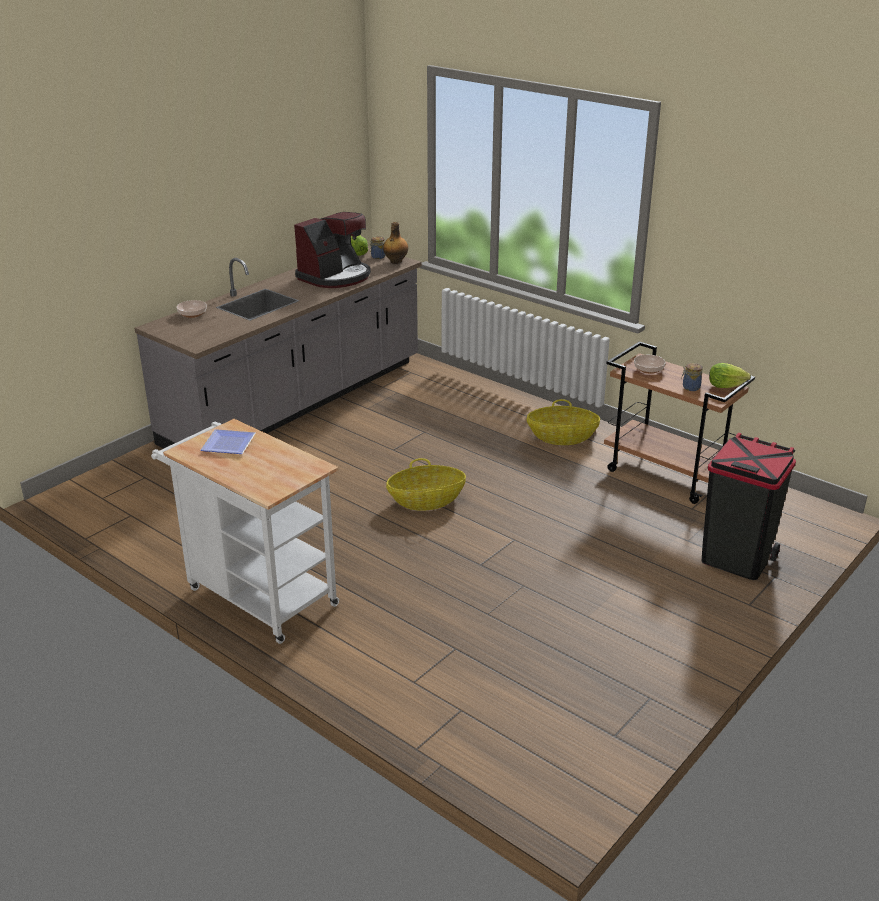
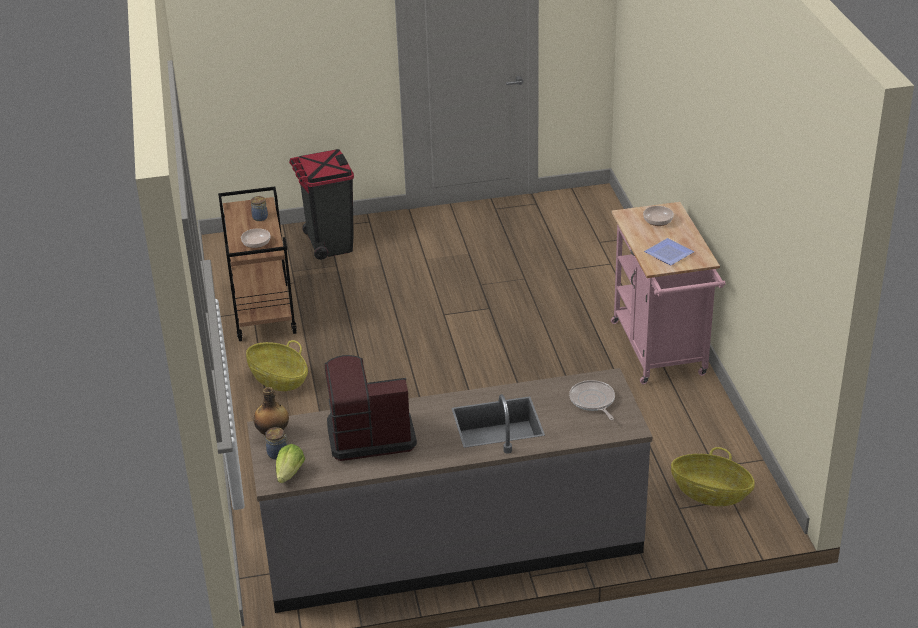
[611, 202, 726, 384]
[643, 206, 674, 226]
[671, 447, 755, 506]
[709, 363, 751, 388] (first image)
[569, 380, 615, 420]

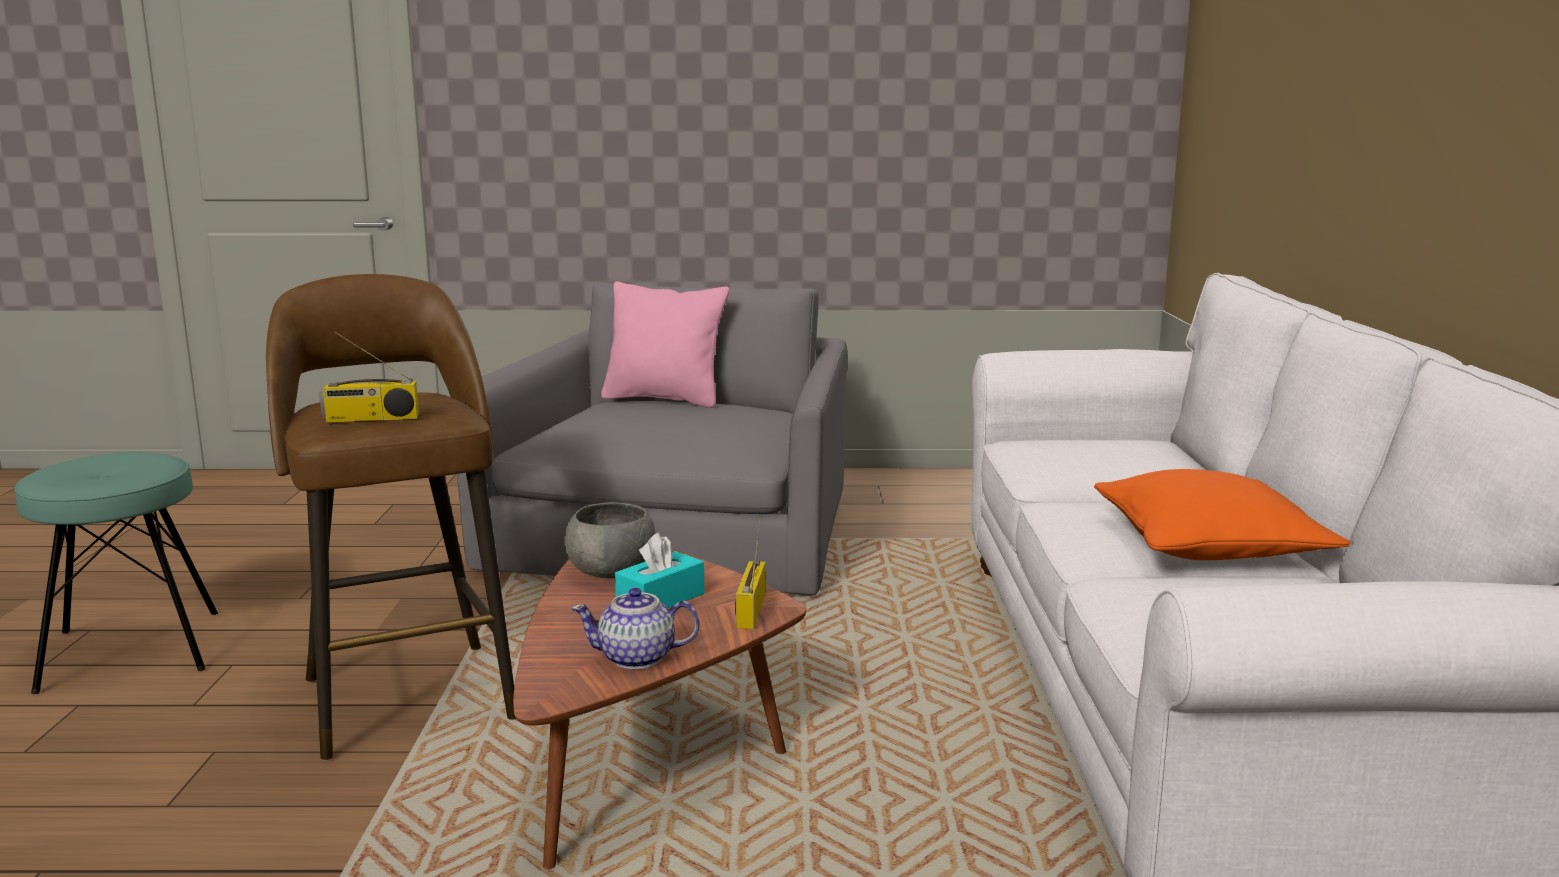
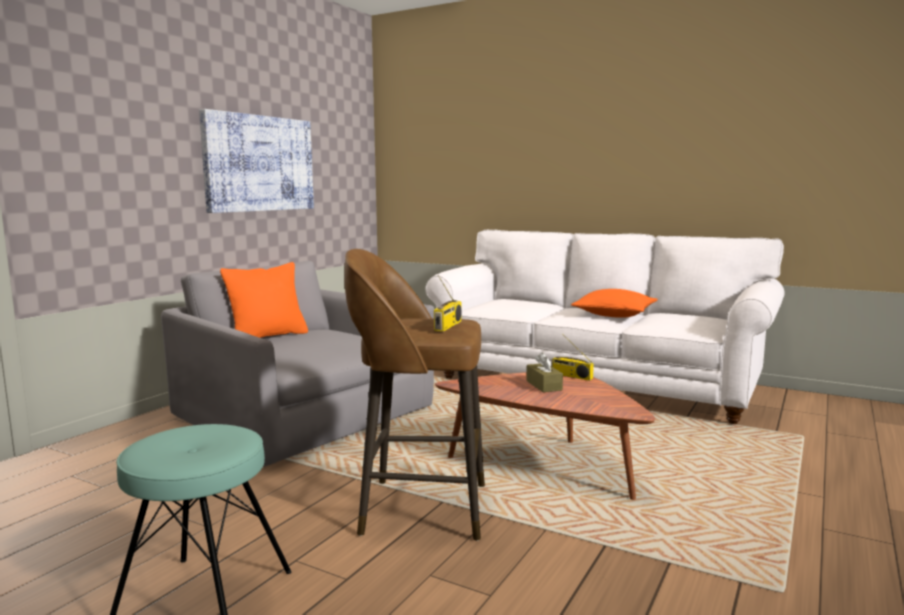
[564, 502, 656, 579] (first image)
[571, 588, 700, 669] (first image)
[220, 262, 308, 338]
[526, 352, 563, 392]
[199, 109, 314, 213]

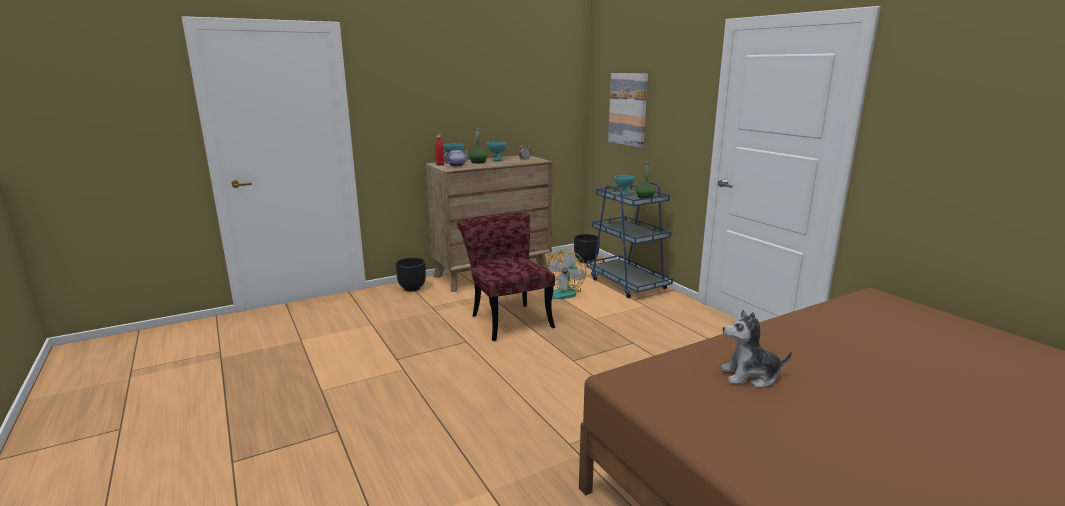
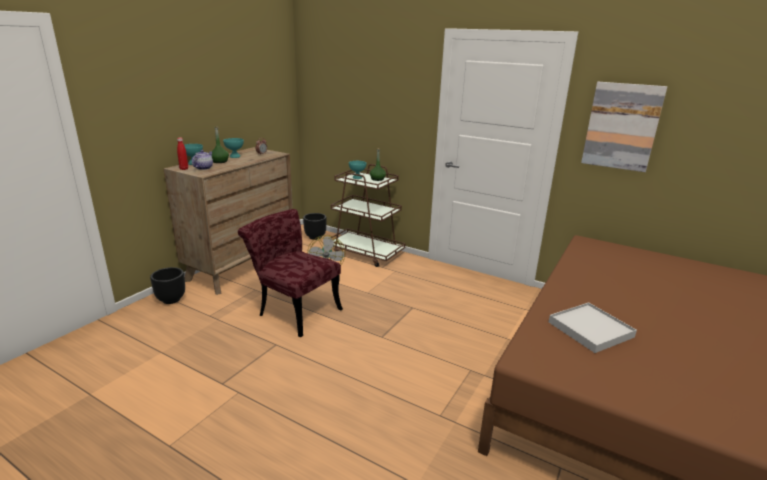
[330, 164, 405, 267]
[581, 82, 667, 172]
[549, 302, 637, 353]

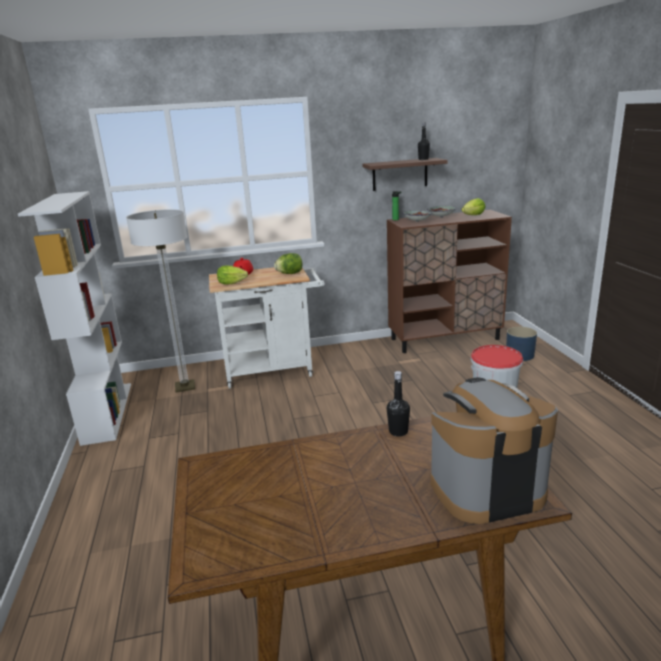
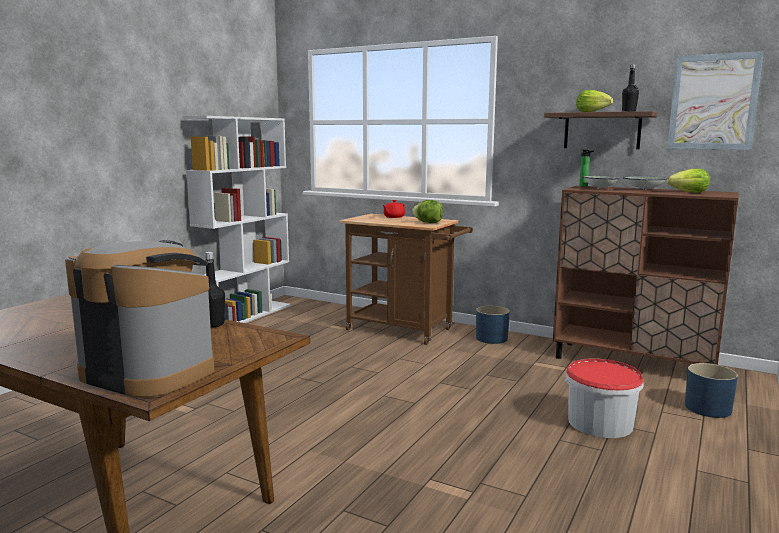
[126, 209, 195, 393] (first image)
[339, 214, 473, 345]
[576, 90, 613, 112]
[476, 306, 510, 344]
[667, 51, 764, 150]

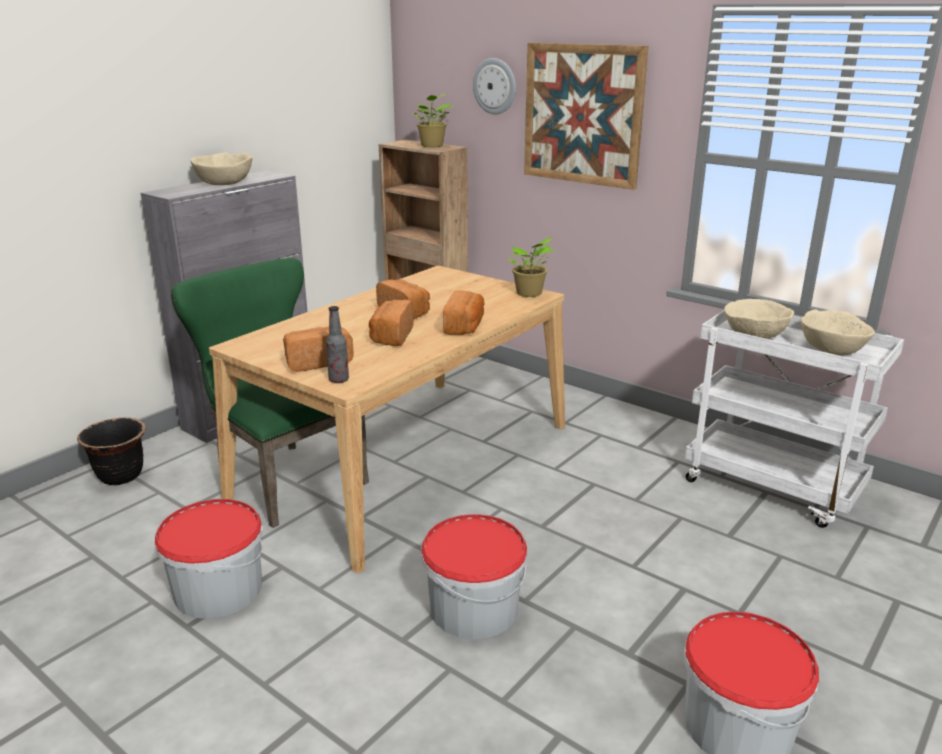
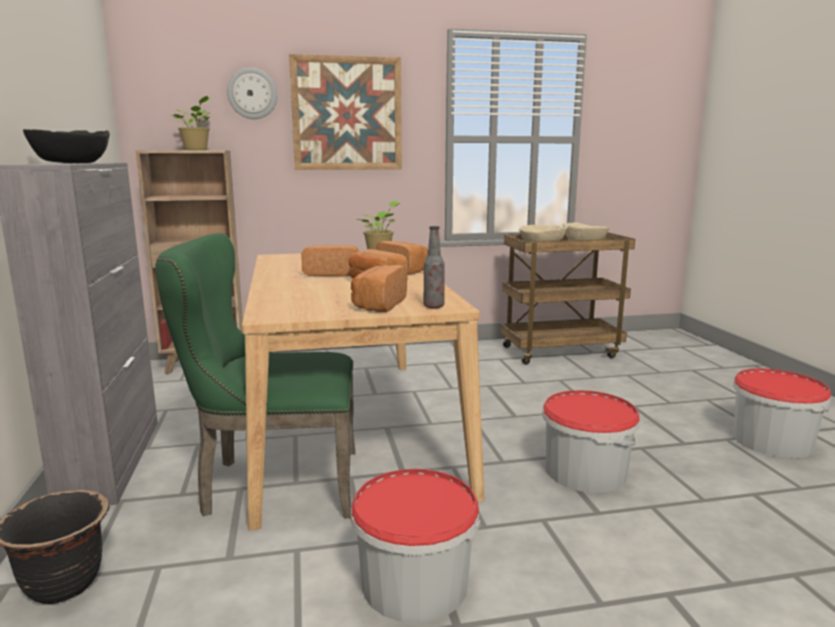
[23, 129, 110, 163]
[501, 232, 635, 365]

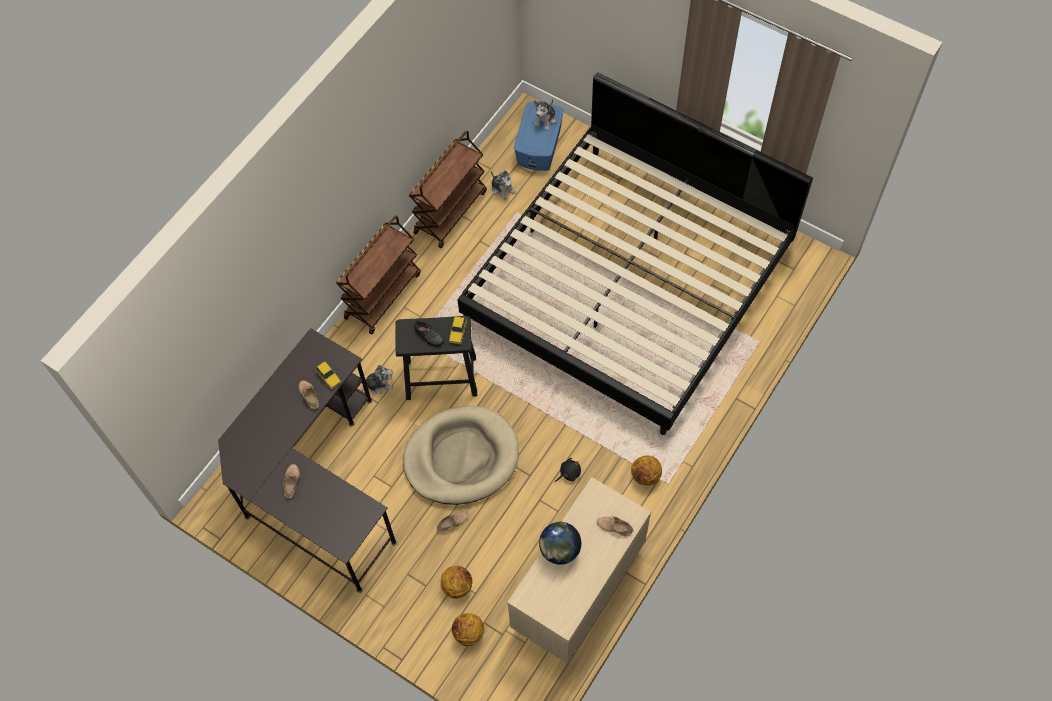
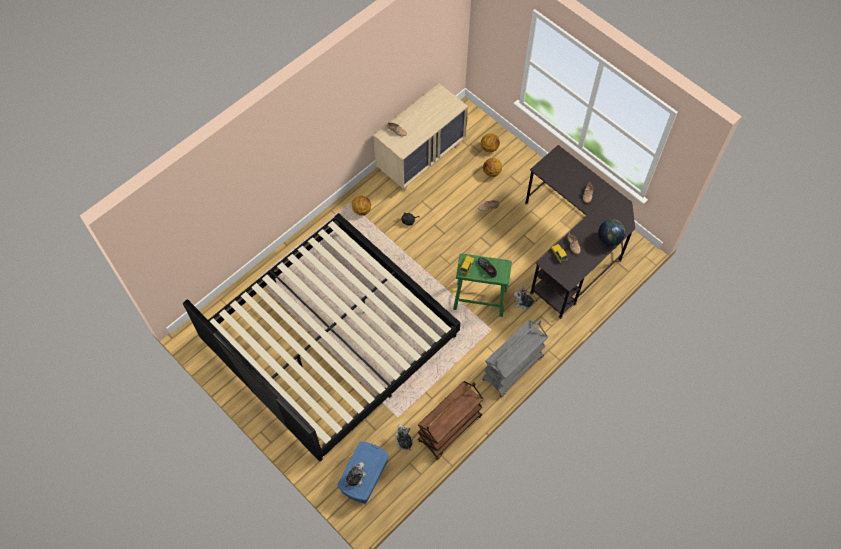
[482, 320, 548, 397]
[453, 254, 512, 317]
[403, 406, 519, 505] (first image)
[598, 219, 625, 246]

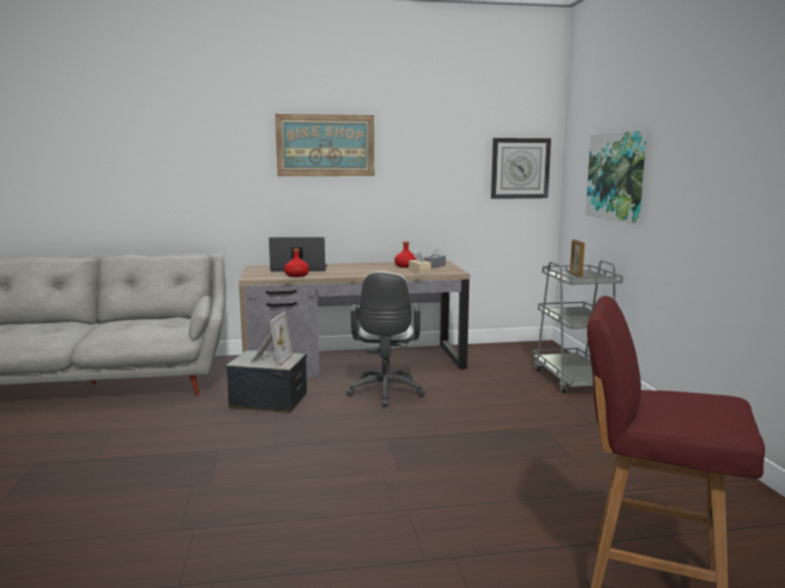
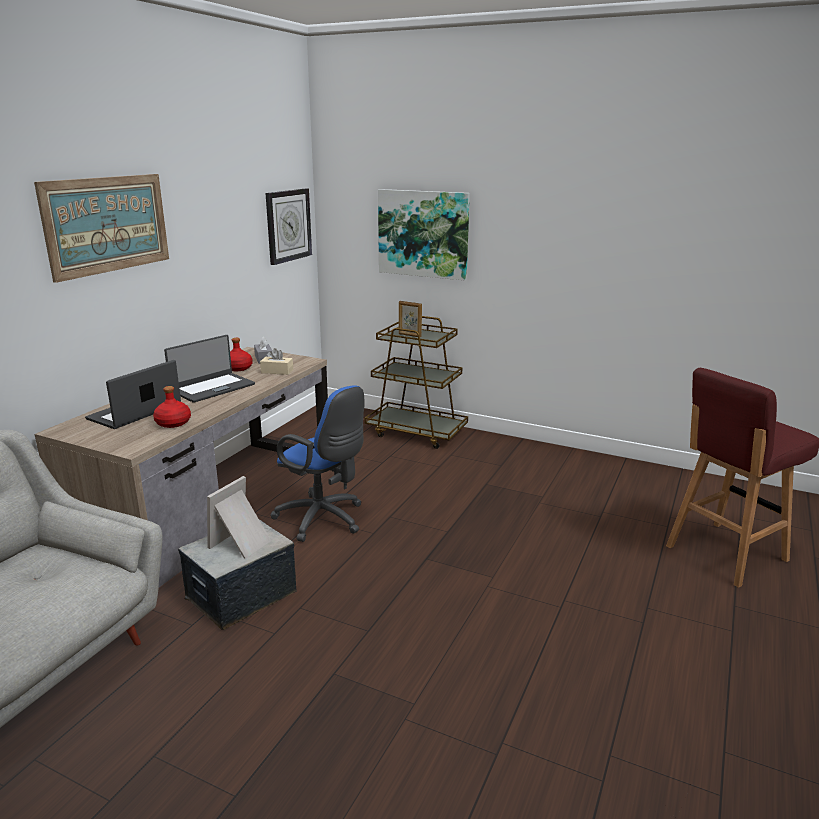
[207, 476, 271, 559]
[270, 386, 365, 542]
[365, 316, 468, 449]
[164, 335, 255, 403]

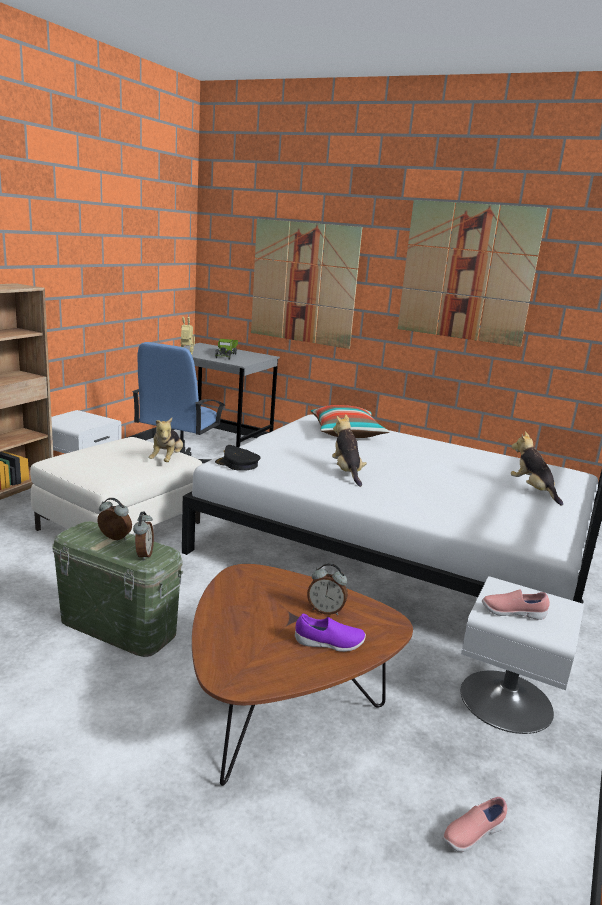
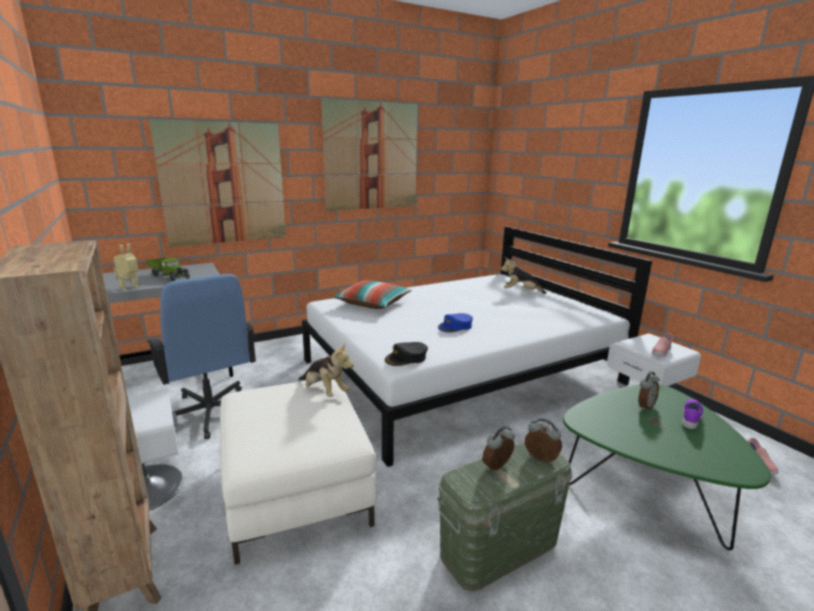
[563, 384, 771, 550]
[438, 313, 473, 333]

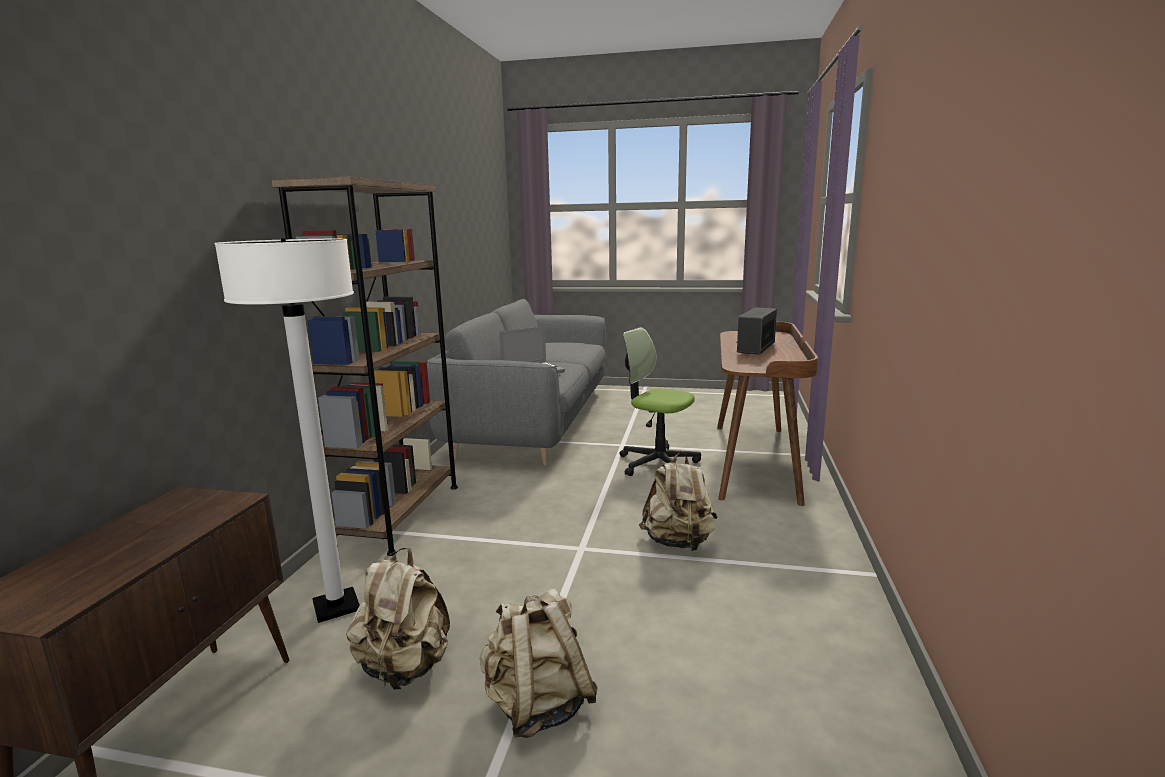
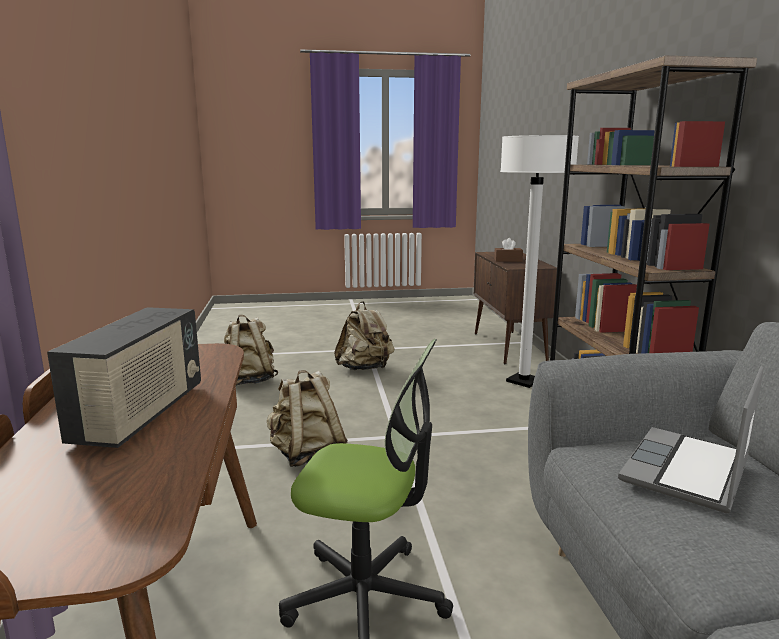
[224, 315, 278, 386]
[494, 238, 523, 262]

